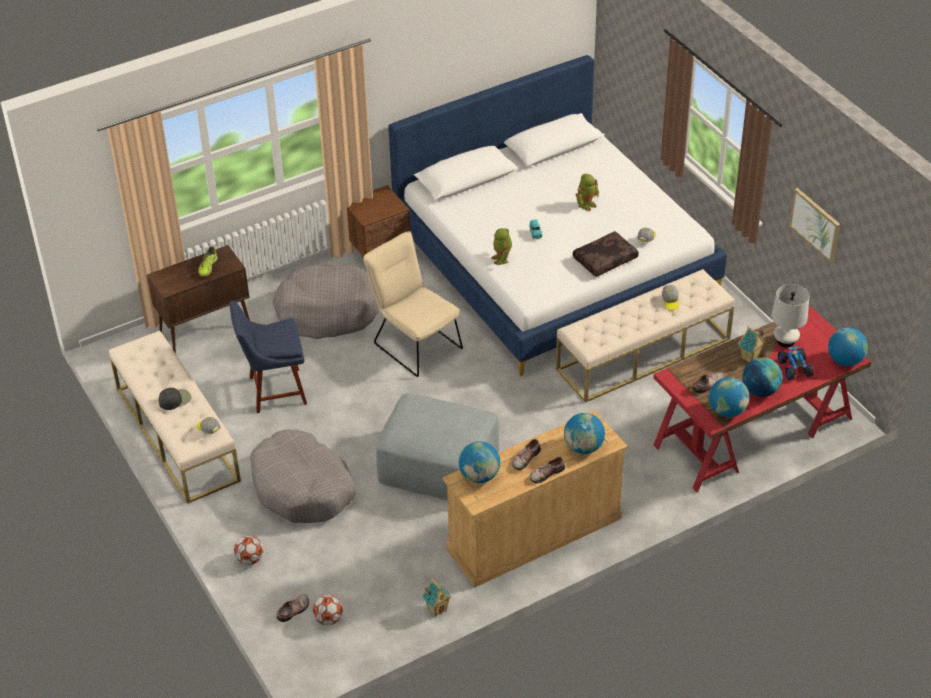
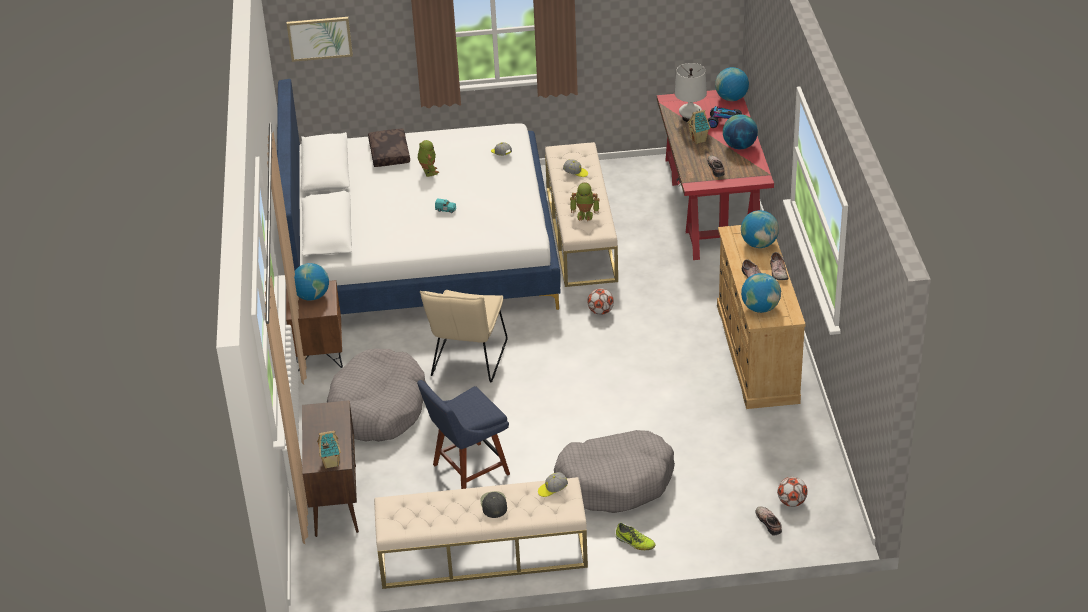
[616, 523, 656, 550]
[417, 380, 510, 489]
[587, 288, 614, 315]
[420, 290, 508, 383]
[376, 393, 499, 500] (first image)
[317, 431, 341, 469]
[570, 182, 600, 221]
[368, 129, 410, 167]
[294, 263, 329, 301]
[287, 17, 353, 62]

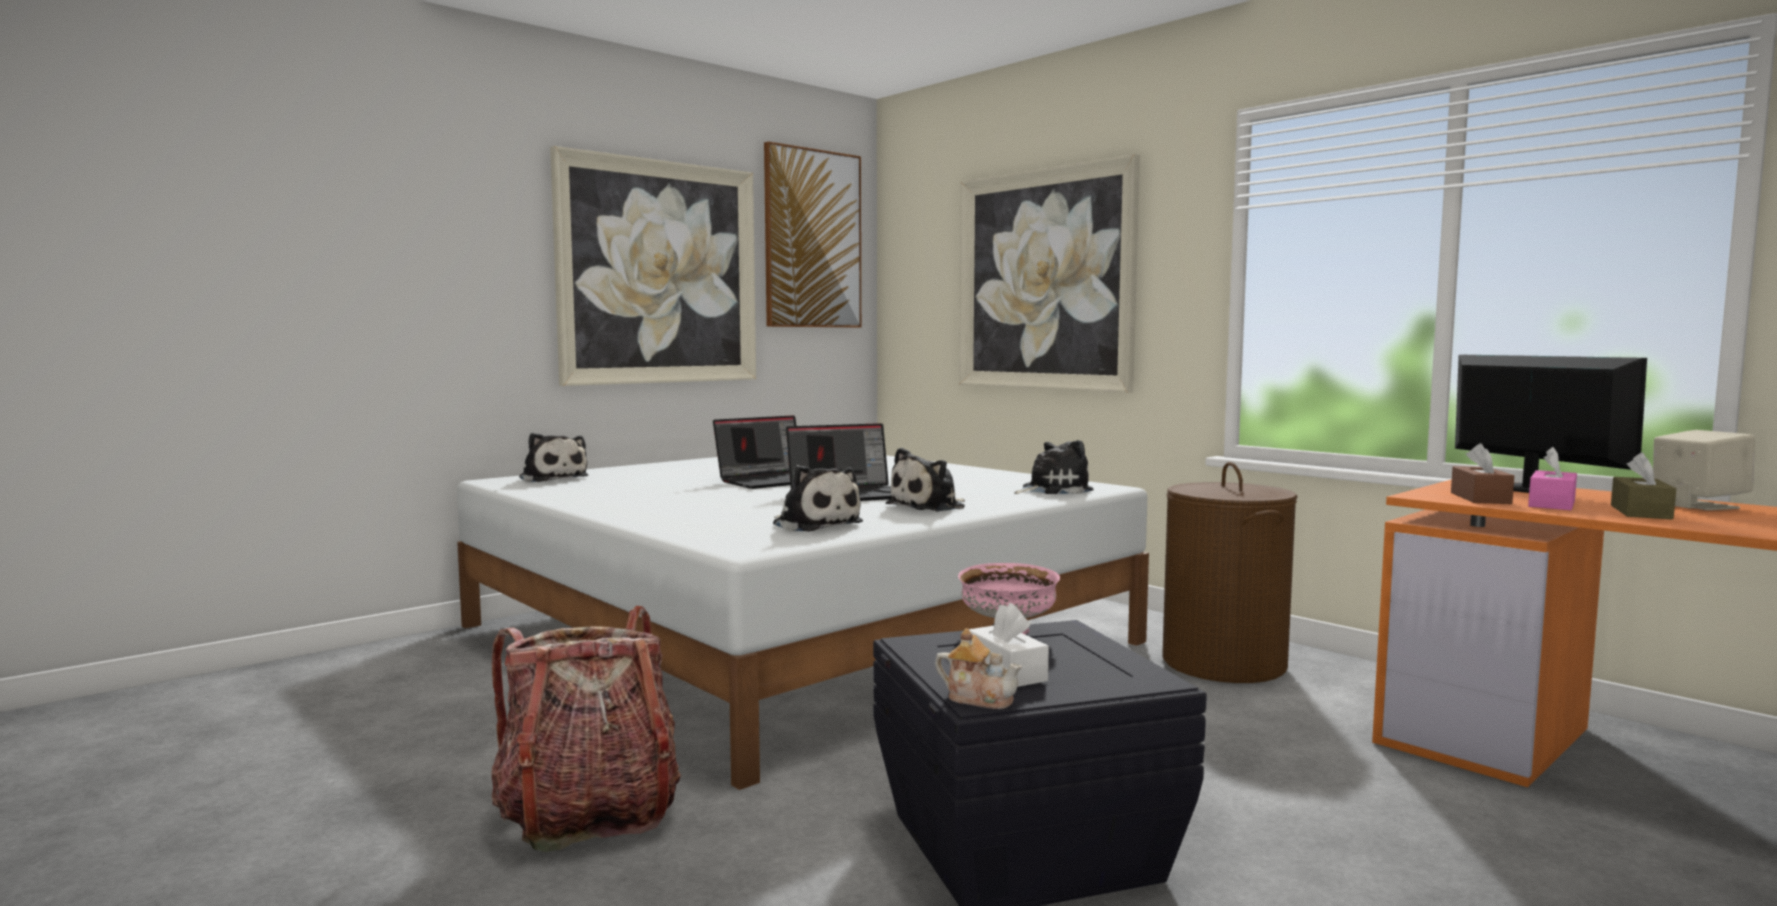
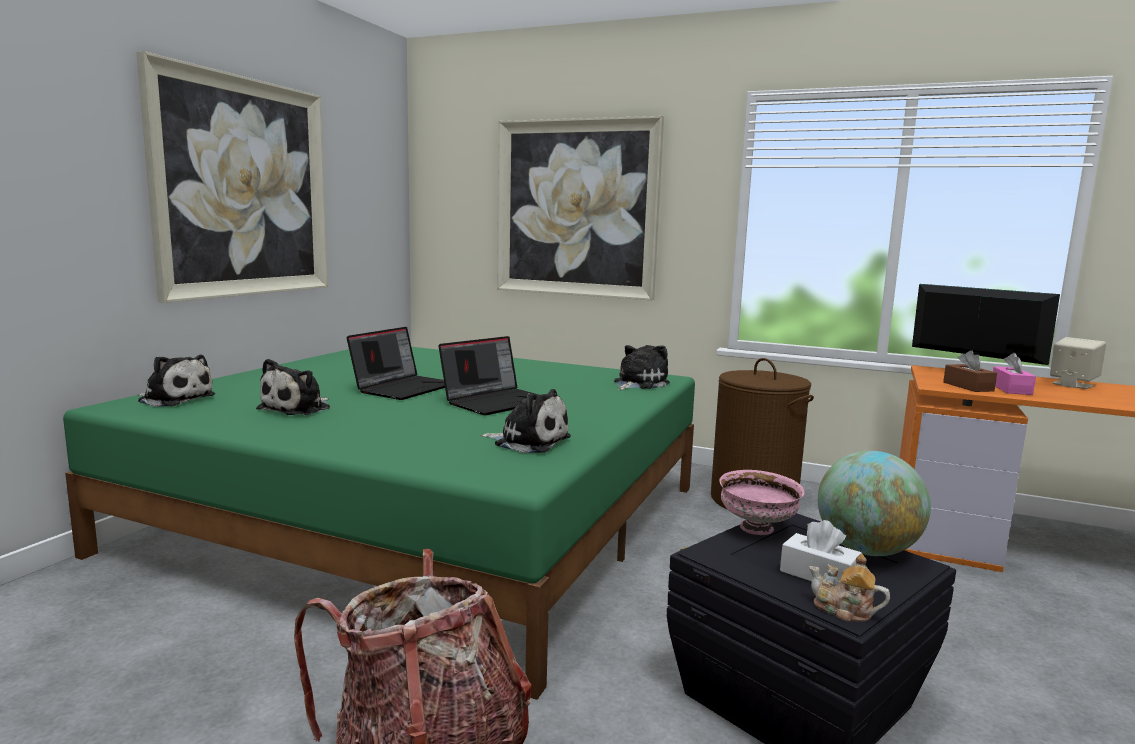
[63, 347, 695, 700]
[764, 141, 861, 328] (first image)
[256, 359, 330, 415]
[809, 554, 890, 622]
[1611, 452, 1676, 520] (first image)
[818, 451, 931, 556]

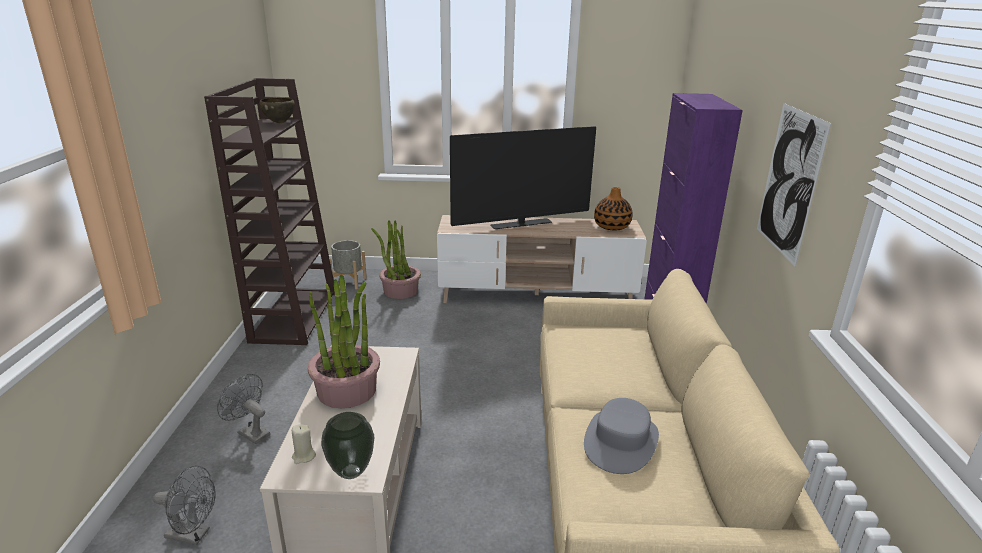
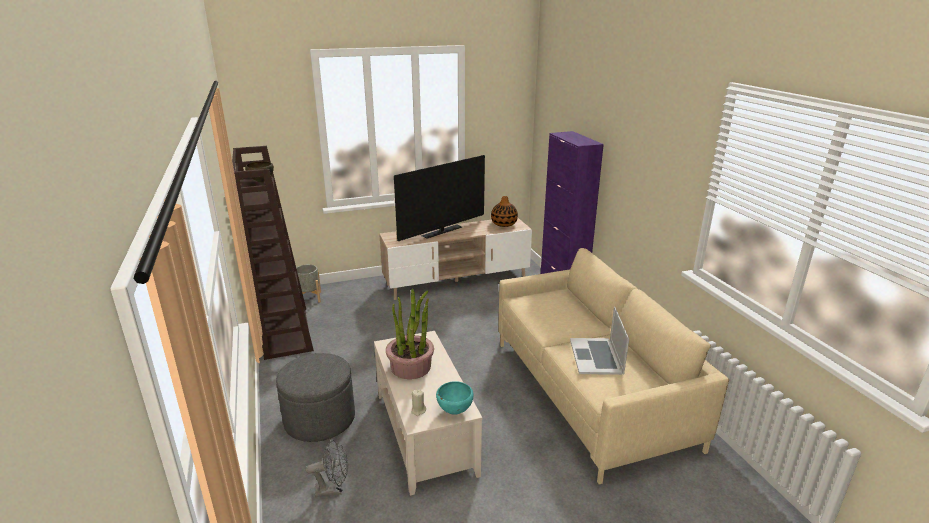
[276, 353, 355, 442]
[436, 382, 474, 415]
[371, 220, 421, 299] (first image)
[570, 307, 629, 375]
[757, 103, 831, 267] (first image)

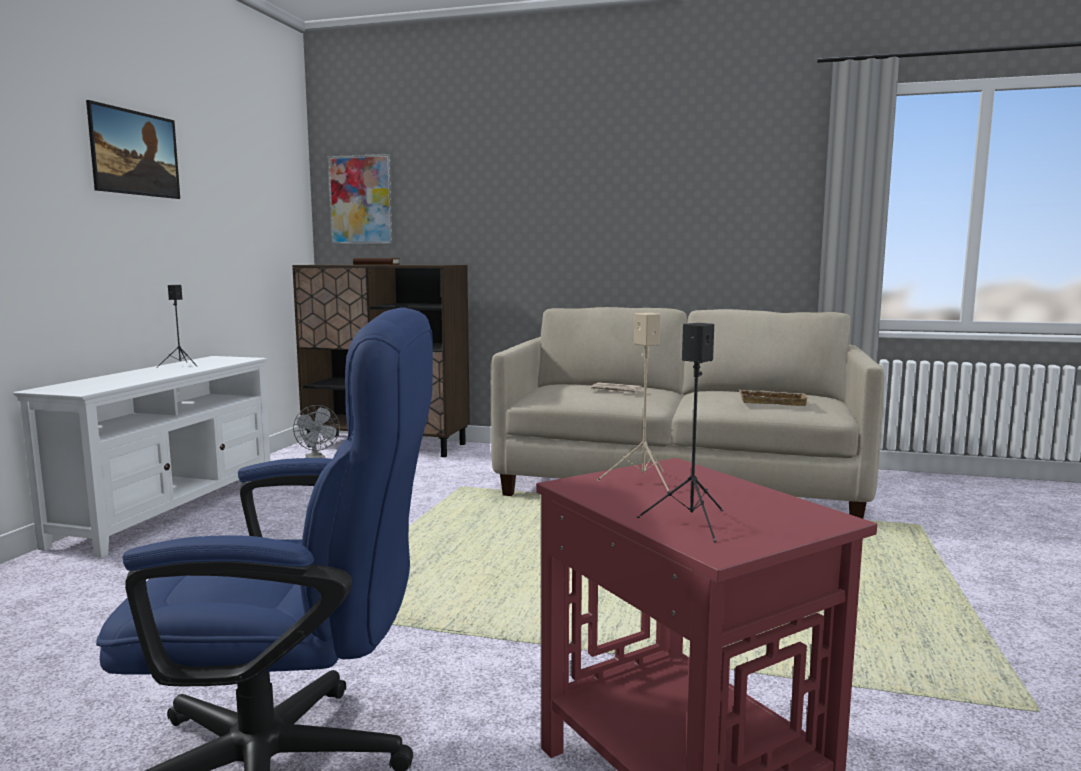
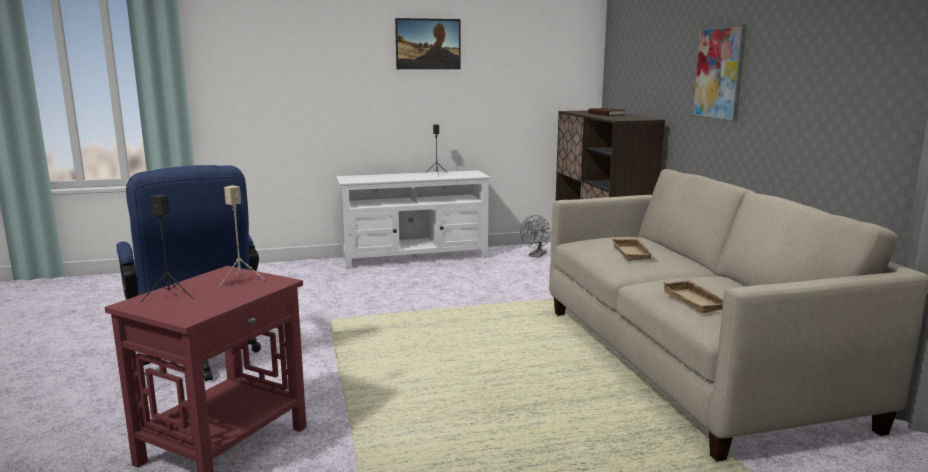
[692, 24, 746, 122]
[611, 238, 655, 261]

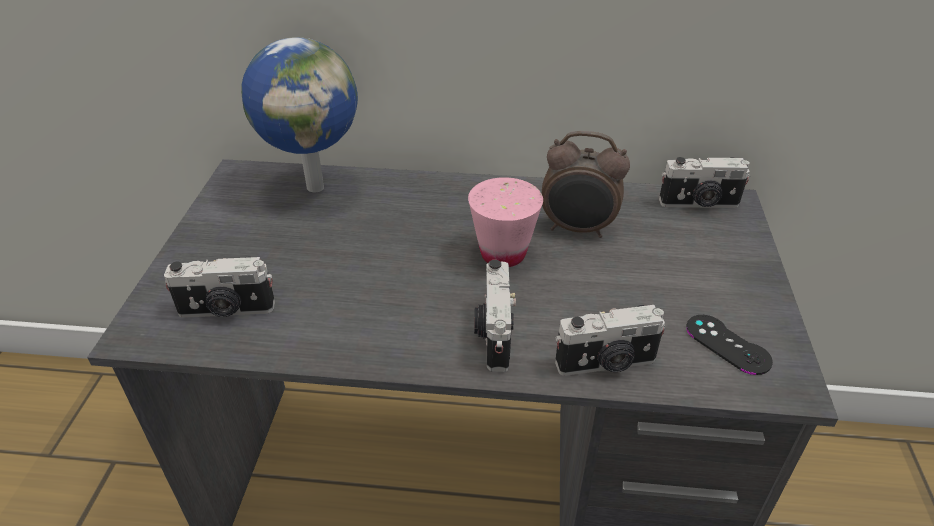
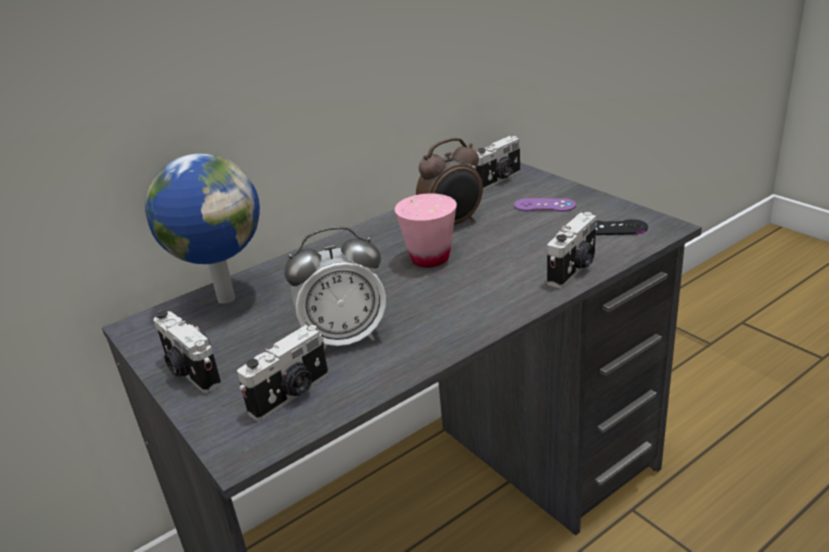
[153, 310, 222, 393]
[284, 226, 386, 350]
[514, 198, 576, 212]

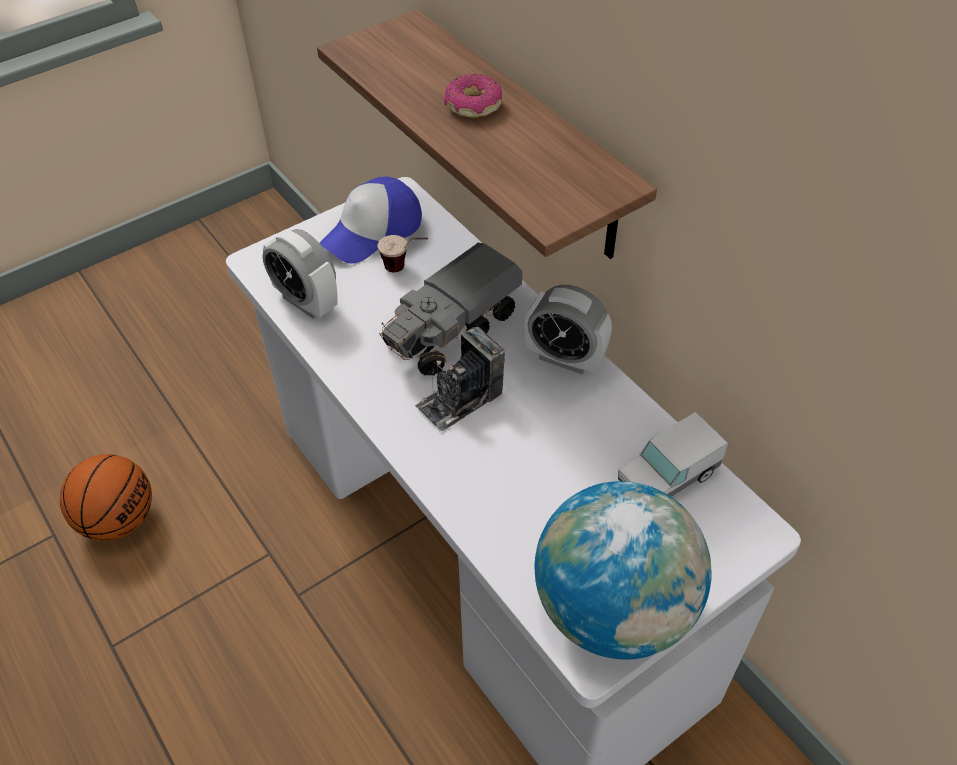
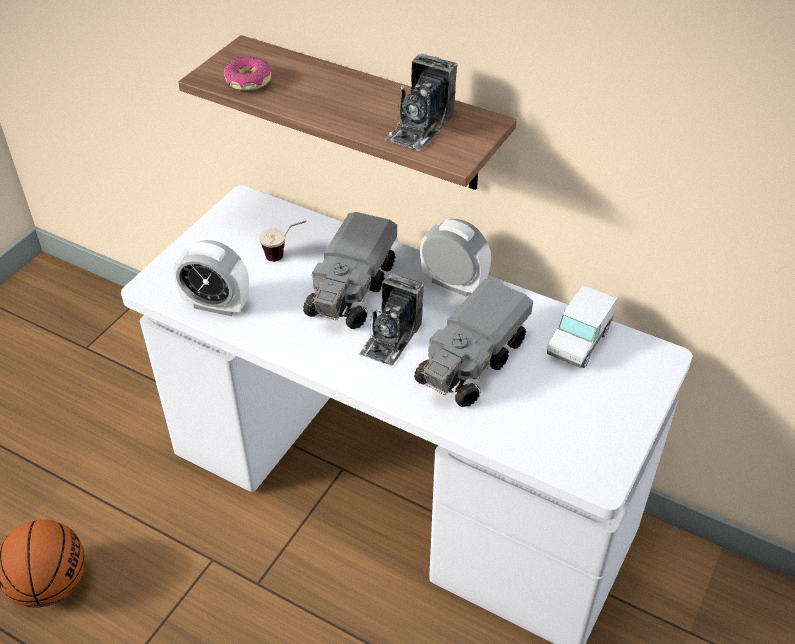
[320, 176, 422, 264] (first image)
[224, 56, 271, 91]
[420, 219, 491, 296]
[535, 481, 712, 659] (first image)
[385, 54, 457, 151]
[414, 279, 533, 407]

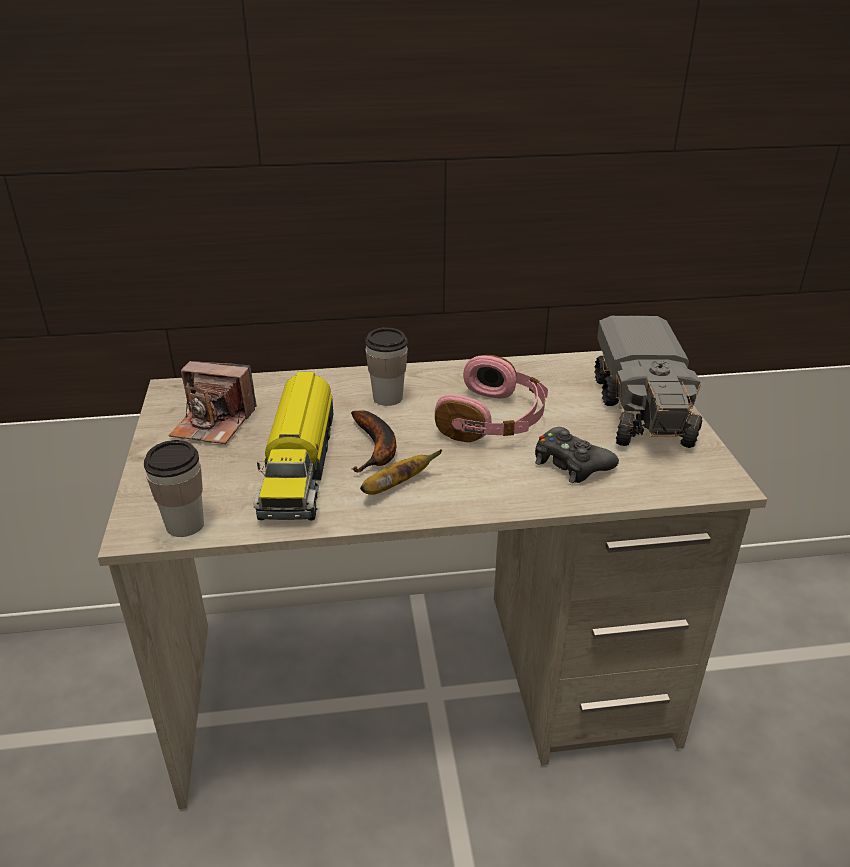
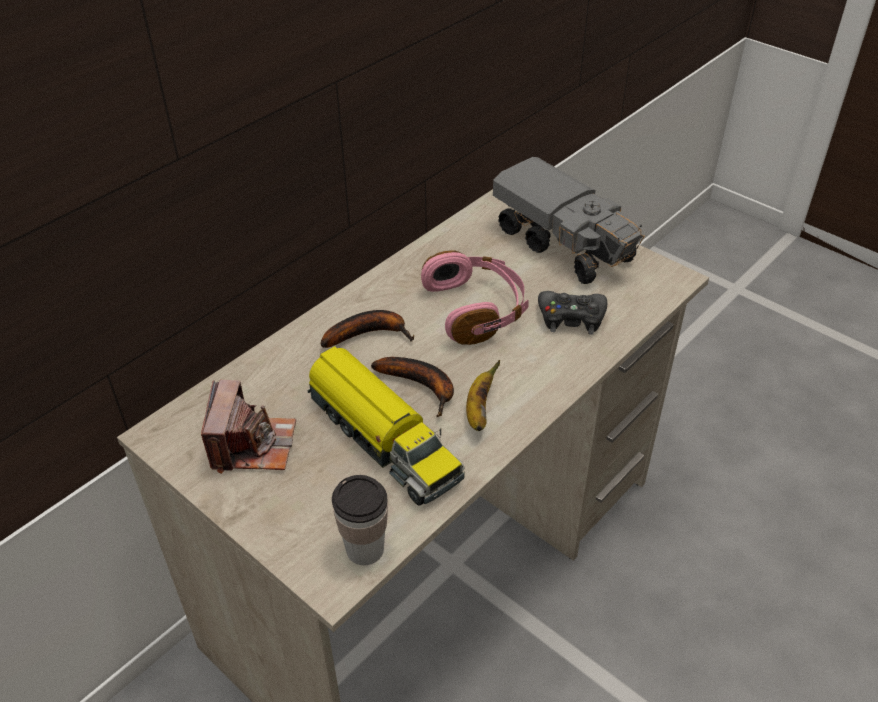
[201, 380, 296, 474]
[320, 310, 414, 348]

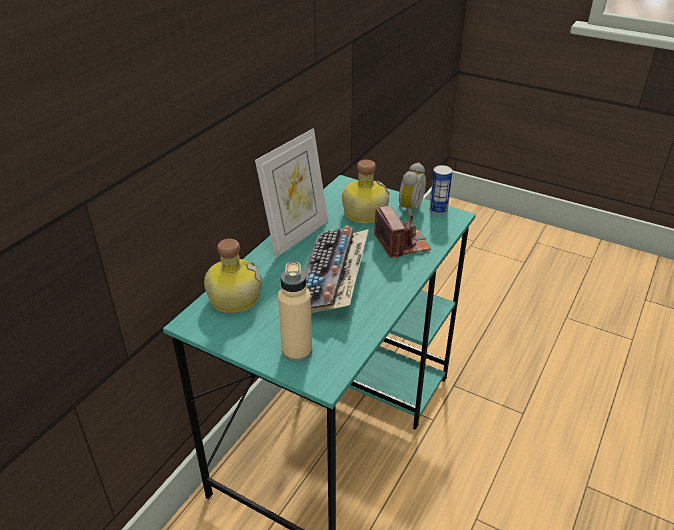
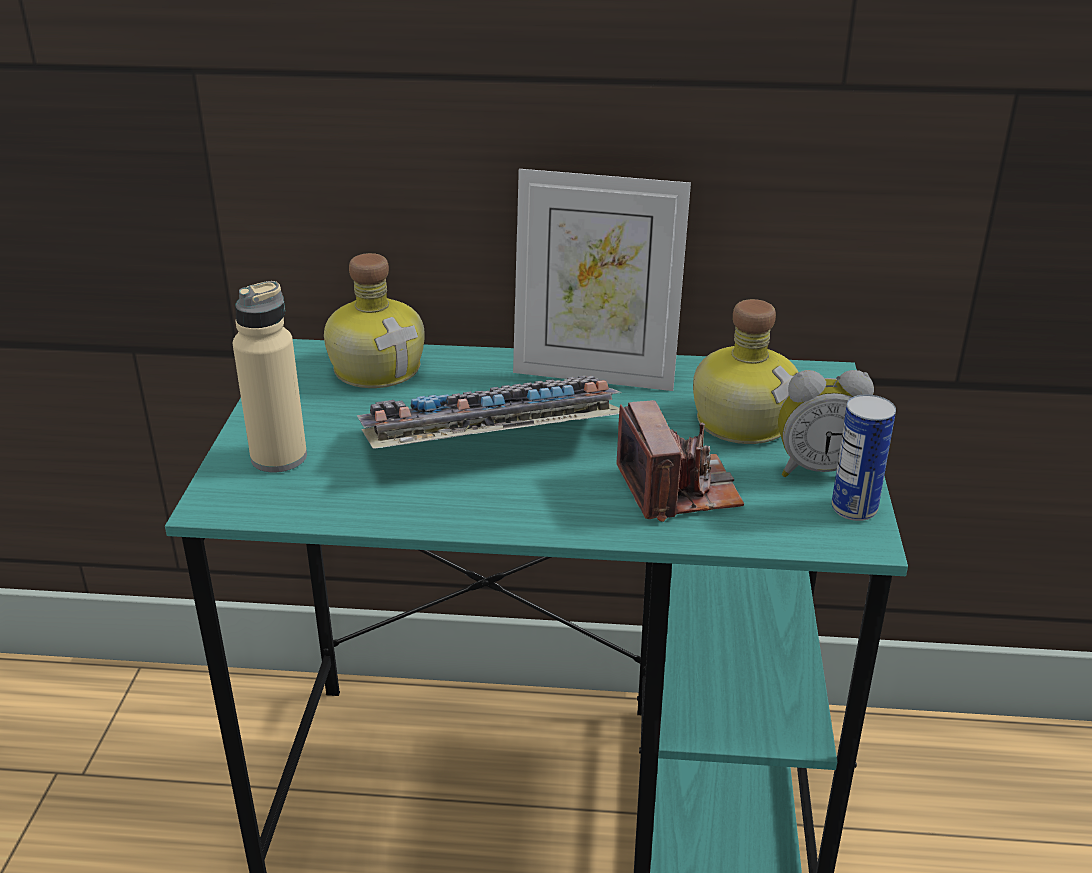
[616, 400, 744, 522]

